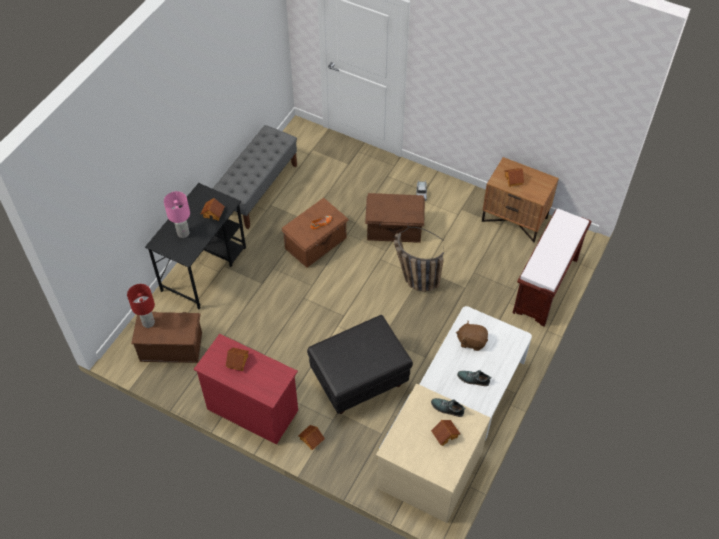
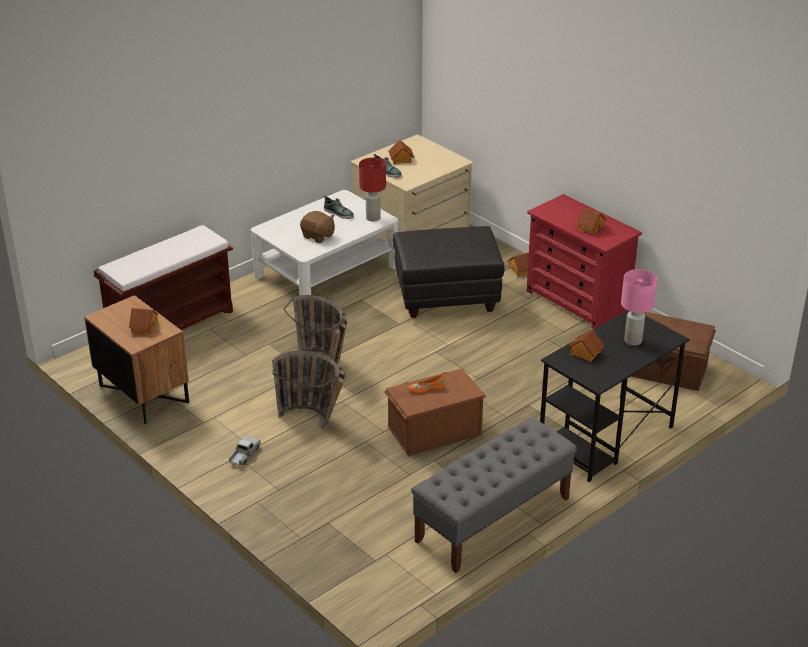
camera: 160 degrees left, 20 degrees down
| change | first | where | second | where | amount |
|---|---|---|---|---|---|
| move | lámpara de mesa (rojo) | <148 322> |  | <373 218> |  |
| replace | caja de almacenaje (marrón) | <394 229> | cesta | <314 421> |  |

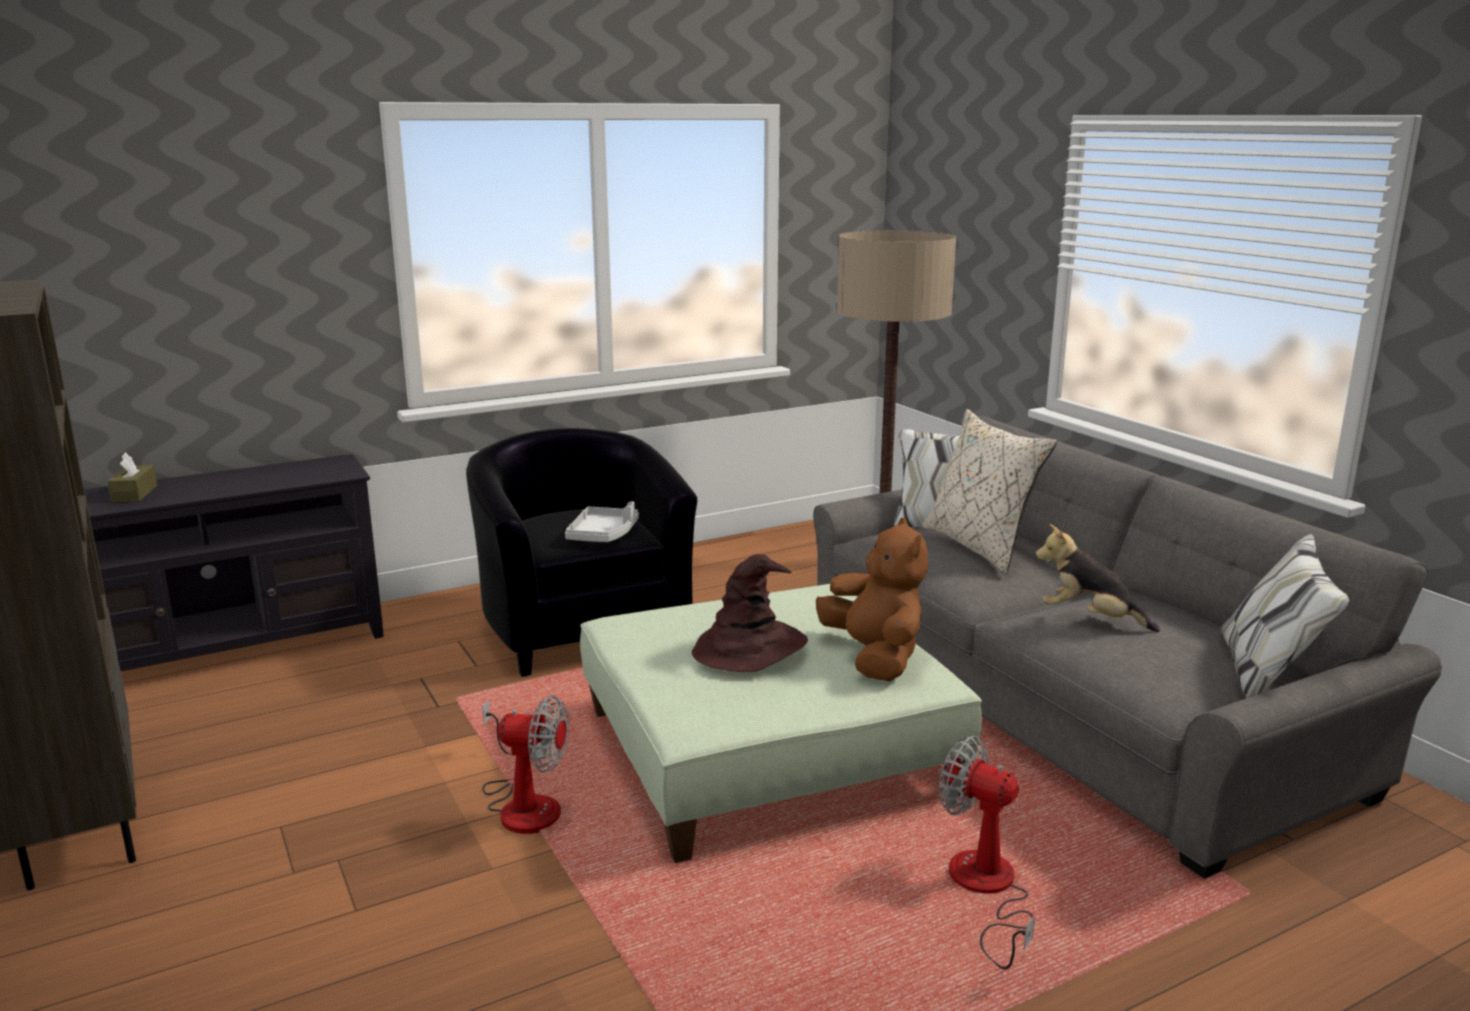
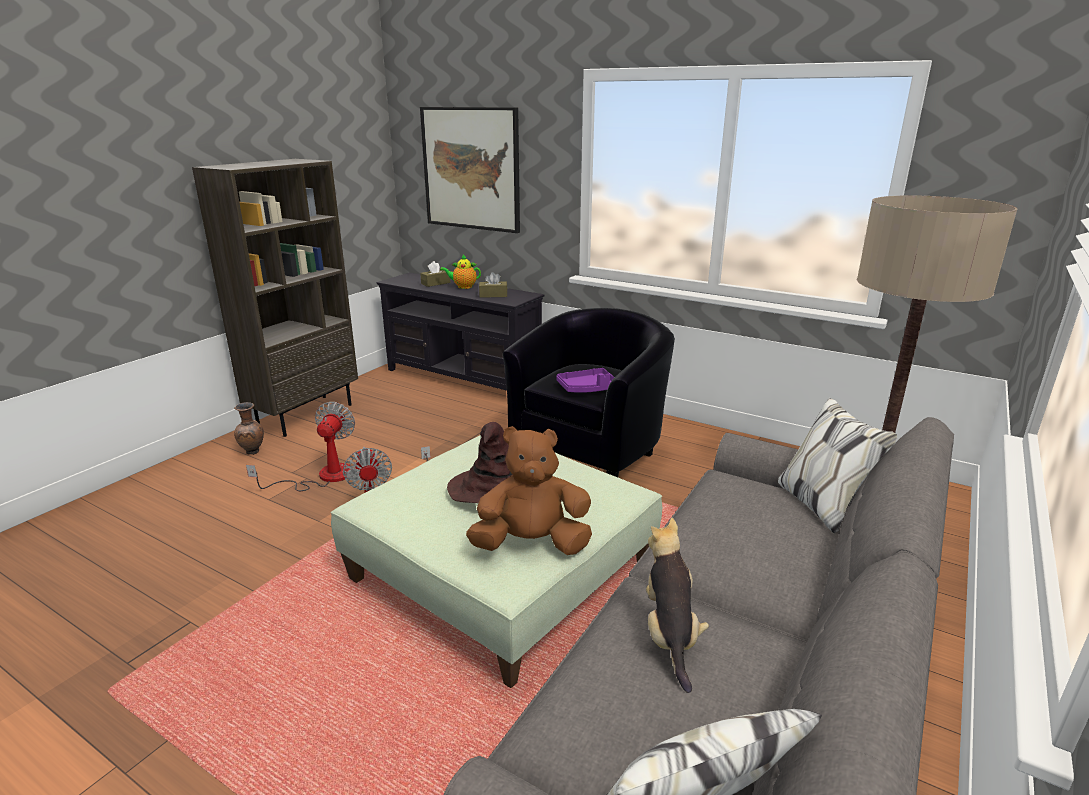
camera: 60 degrees right, 5 degrees up
| change | first | where | second | where | amount |
|---|---|---|---|---|---|
| delete | cojín (beis) | <980 546> |  |  |  |
| insert |  |  | florero (marrón) | <253 452> |  |
| insert |  |  | cuadro | <471 169> |  |
| insert |  |  | tetera | <463 287> |  |
| insert |  |  | caja de pañuelos (marrón) | <493 295> |  |
| move | ventilador | <986 891> |  | <323 477> |  |
| recolor | bandeja (gris) | <603 535> | bandeja (morado) | <587 388> |  |
| rotate | peluche (marrón) | <874 657> |  | <532 544> | 135 degrees counterclockwise |

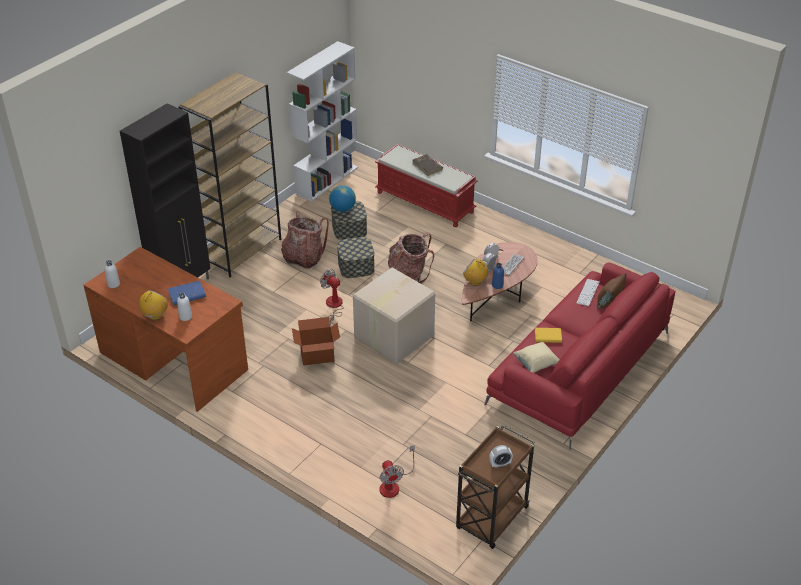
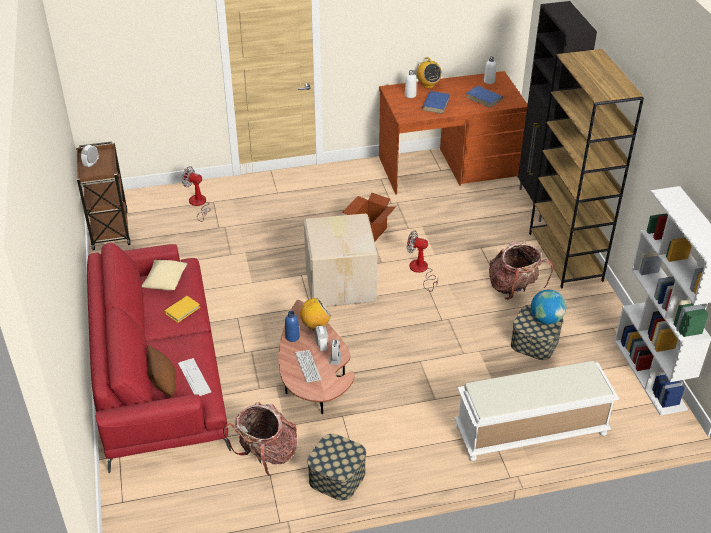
camera: 130 degrees right, 0 degrees up
| change | first | where | second | where | amount |
|---|---|---|---|---|---|
| delete | libro (marrón) | <427 166> |  |  |  |
| insert |  |  | libro (azul) | <484 98> |  |
| move | caja de almacenaje | <356 266> |  | <337 476> |  |
| move | mochila | <408 275> |  | <267 455> |  |
| recolor | banco (rojo) | <426 202> | banco (blanco) | <530 431> |  |
| rotate | ventilador | <333 306> |  | <421 271> | 150 degrees counterclockwise |

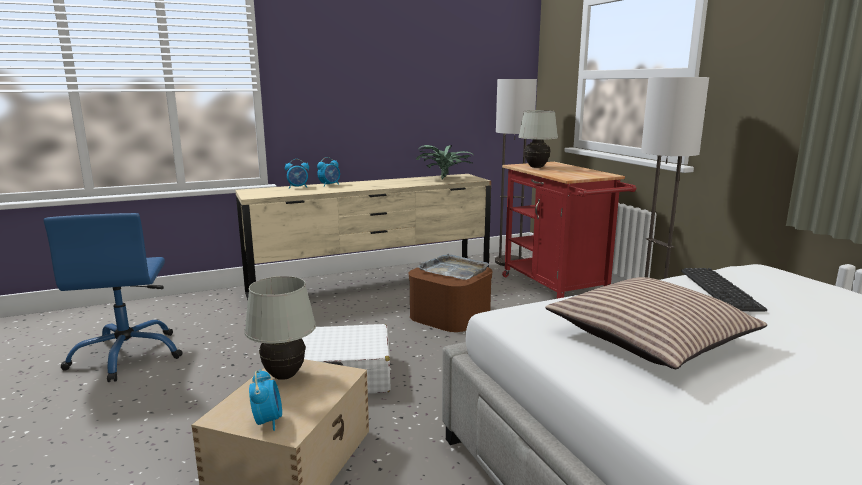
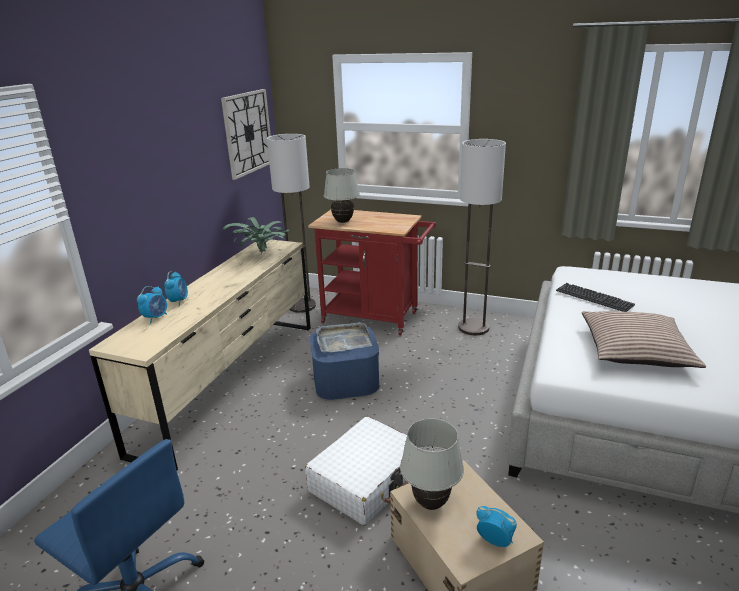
camera: 45 degrees left, 10 degrees up
| change | first | where | second | where | amount |
|---|---|---|---|---|---|
| insert |  |  | reloj de pared | <247 133> |  |
| recolor | caja de almacenaje (marrón) | <450 315> | caja de almacenaje (azul) | <345 379> |  |

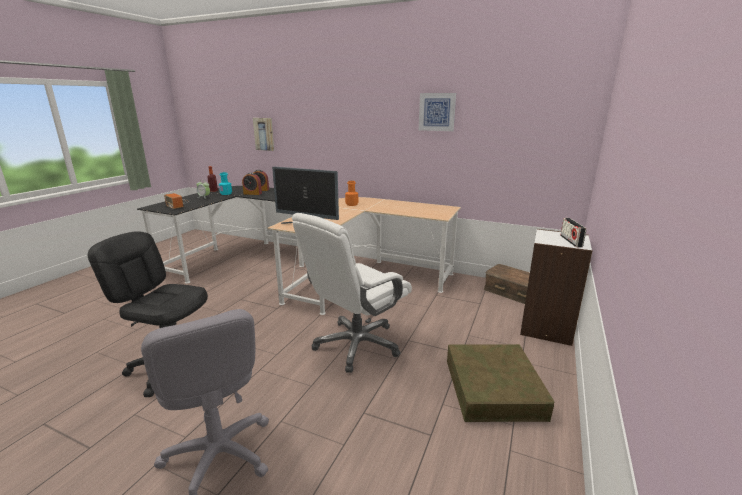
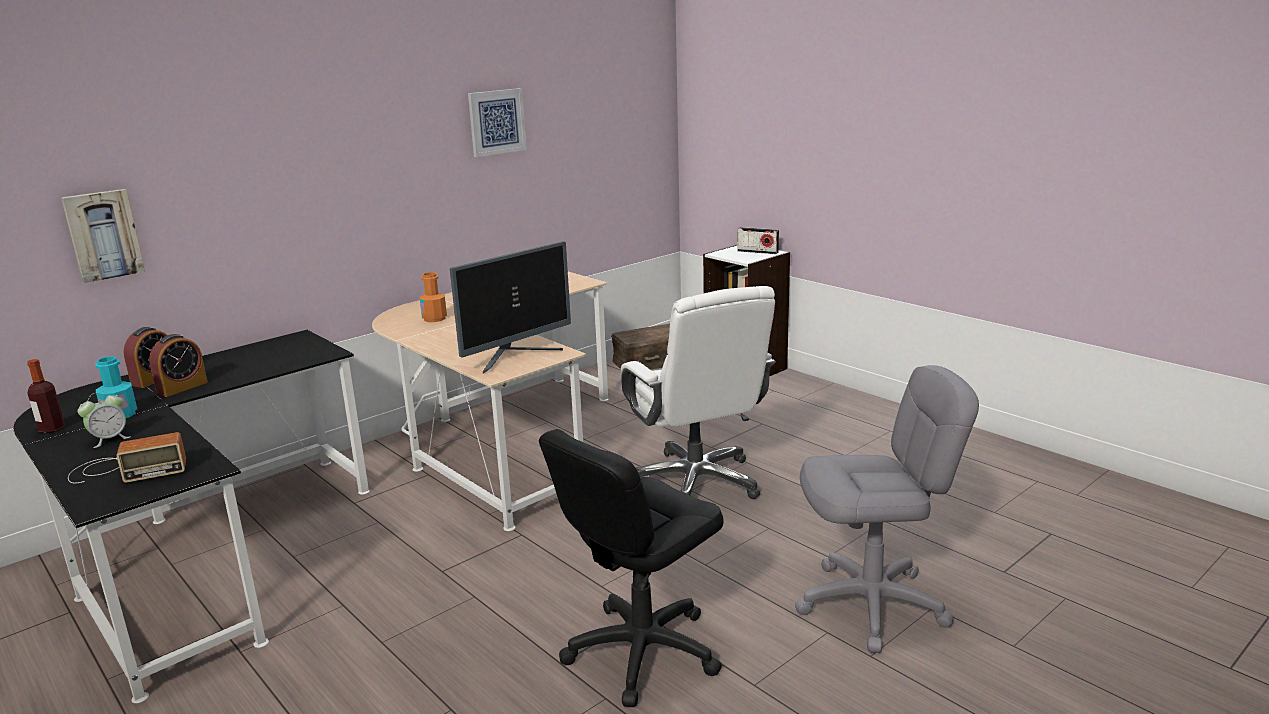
camera: 65 degrees left, 0 degrees up
| change | first | where | second | where | amount |
|---|---|---|---|---|---|
| delete | caja de almacenaje (marrón) | <493 388> |  |  |  |

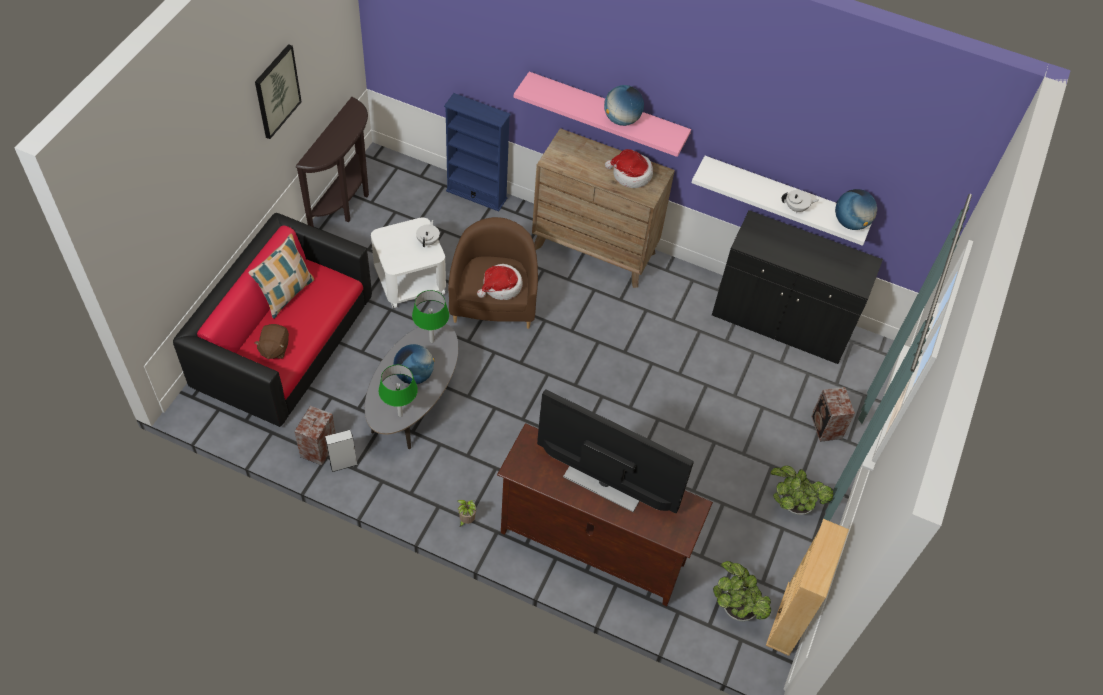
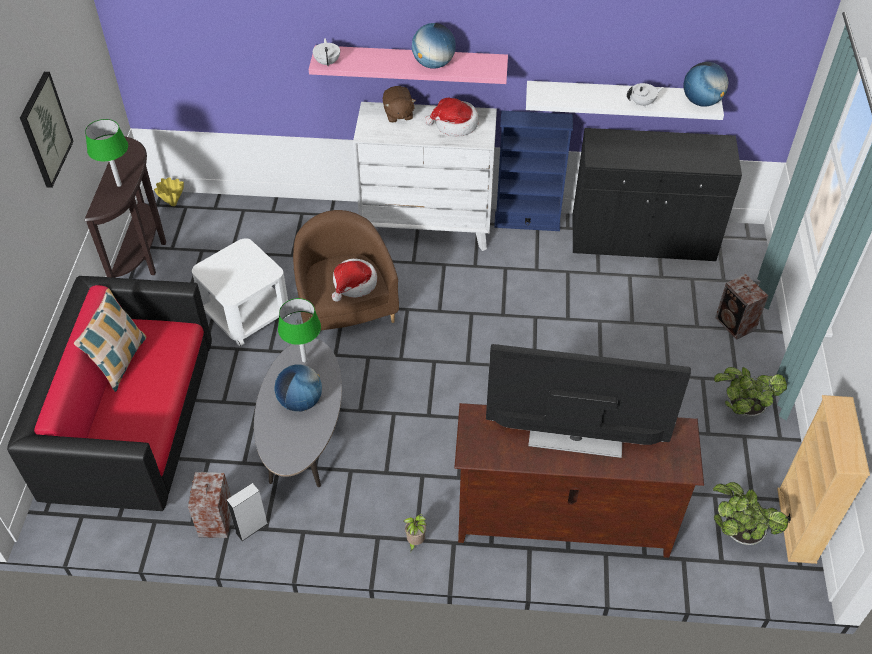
camera: 15 degrees left, 5 degrees down
| change | first | where | second | where | amount |
|---|---|---|---|---|---|
| insert |  |  | florero (amarillo) | <173 204> |  |
| move | peluche (marrón) | <274 348> |  | <398 114> |  |
| move | lámpara de mesa (verde) | <400 415> |  | <119 185> |  |
| move | tetera (blanco) | <428 241> |  | <327 62> |  |
| move | estantería (azul) | <476 194> |  | <527 221> |  |
| recolor | cómoda (marrón) | <594 250> | cómoda (blanco) | <427 227> |  |

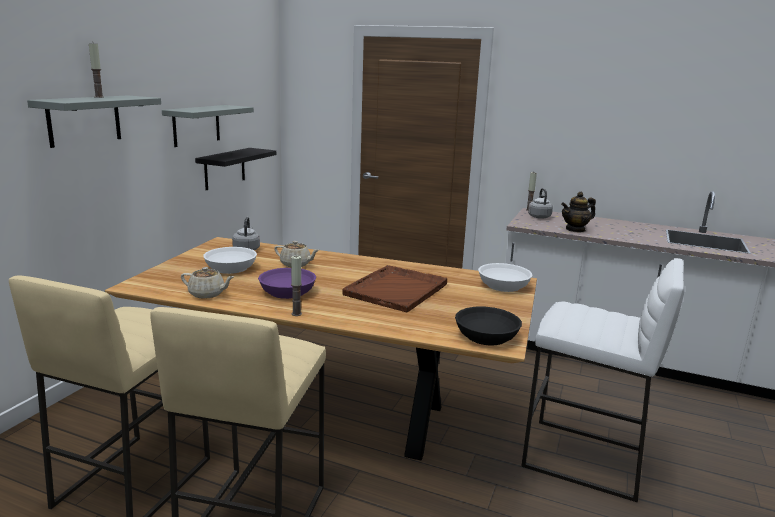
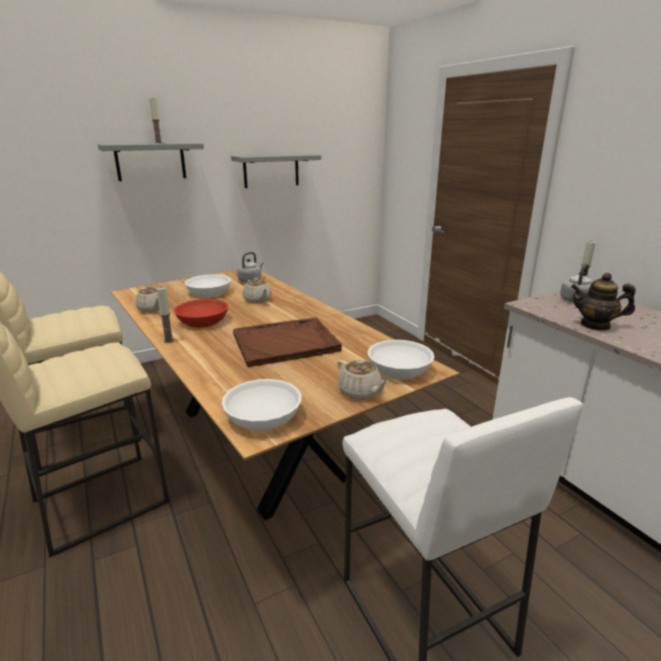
camera: 40 degrees right, 5 degrees up
| change | first | where | second | where | amount |
|---|---|---|---|---|---|
| delete | estante (negro) | <224 168> |  |  |  |
| insert |  |  | tetera (beis) | <360 392> |  |
| recolor | cuenco (morado) | <287 291> | cuenco (rojo) | <203 321> |  |
| recolor | cuenco (negro) | <486 336> | cuenco (blanco) | <263 417> |  |

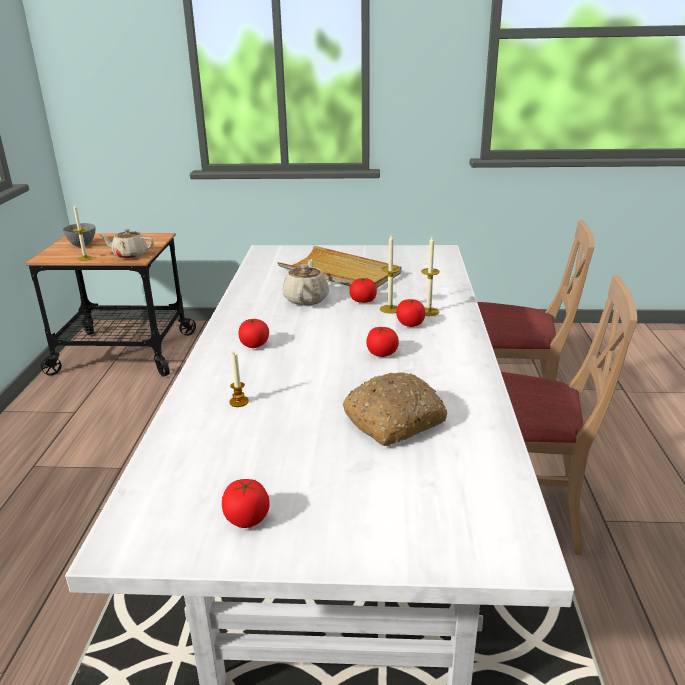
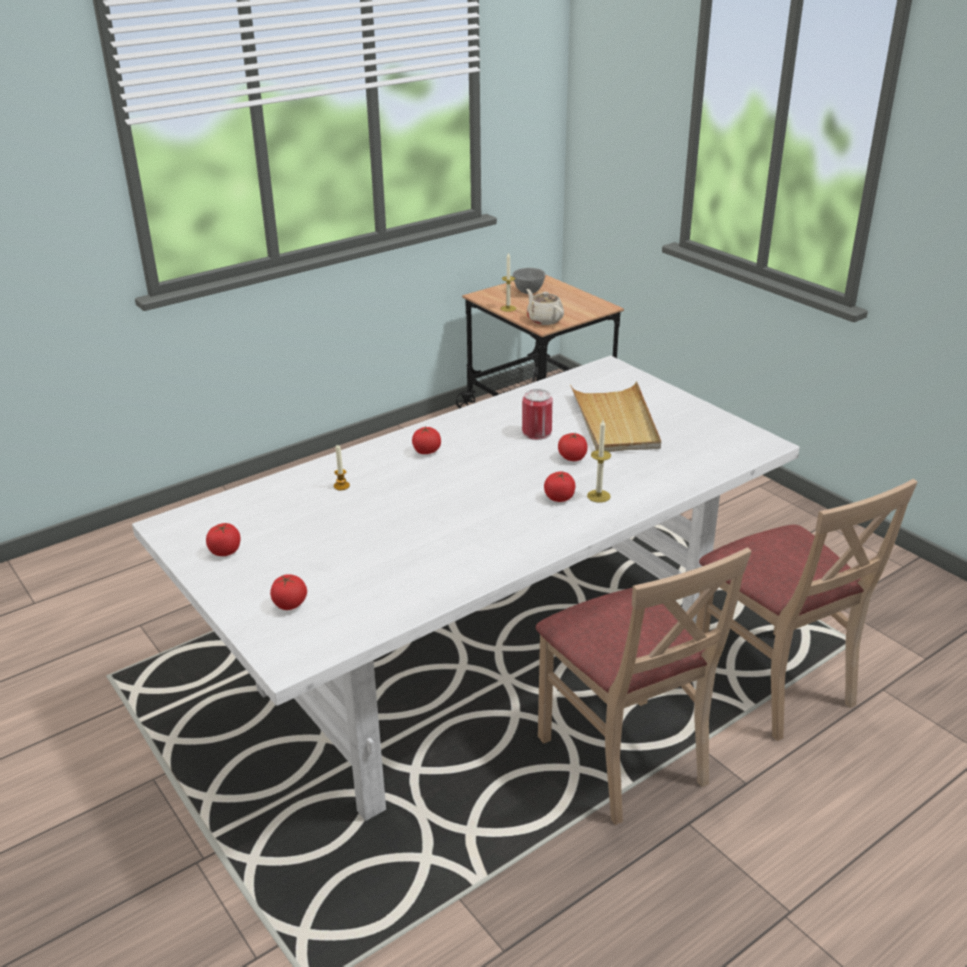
camera: 50 degrees right, 5 degrees up
| change | first | where | second | where | amount |
|---|---|---|---|---|---|
| delete | pan | <395 419> |  |  |  |
| delete | vela | <390 309> |  |  |  |
| move | tomate | <382 353> |  | <290 604> |  |
| replace | tetera (beis) | <306 299> | lata | <536 432> |  |

